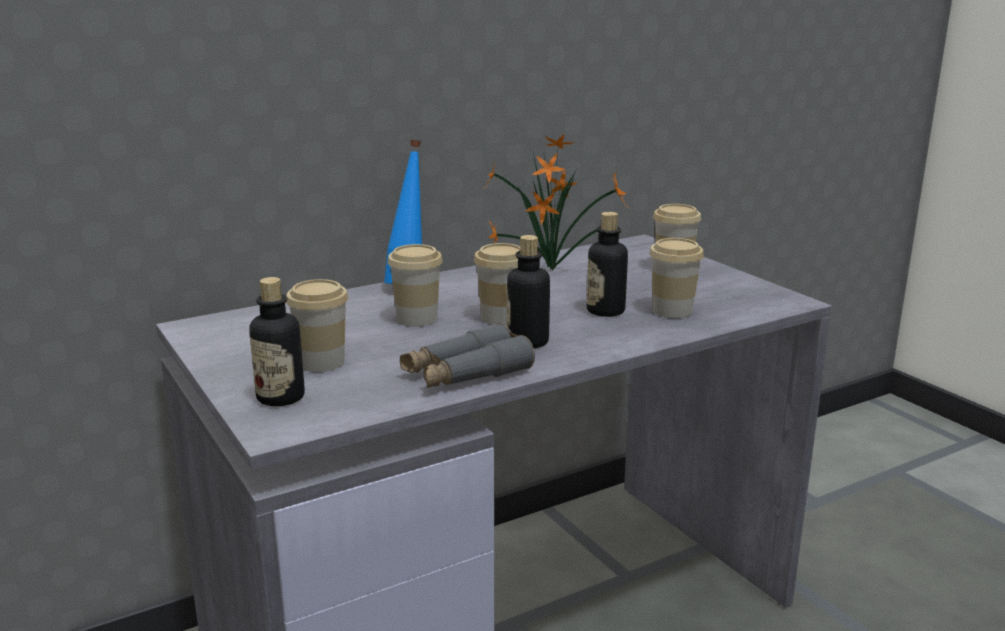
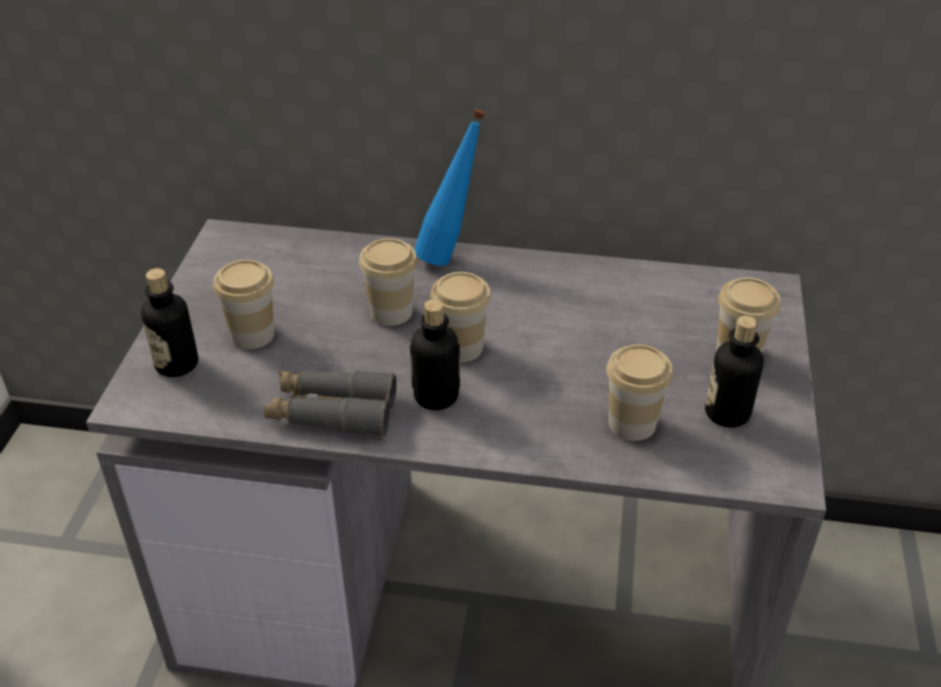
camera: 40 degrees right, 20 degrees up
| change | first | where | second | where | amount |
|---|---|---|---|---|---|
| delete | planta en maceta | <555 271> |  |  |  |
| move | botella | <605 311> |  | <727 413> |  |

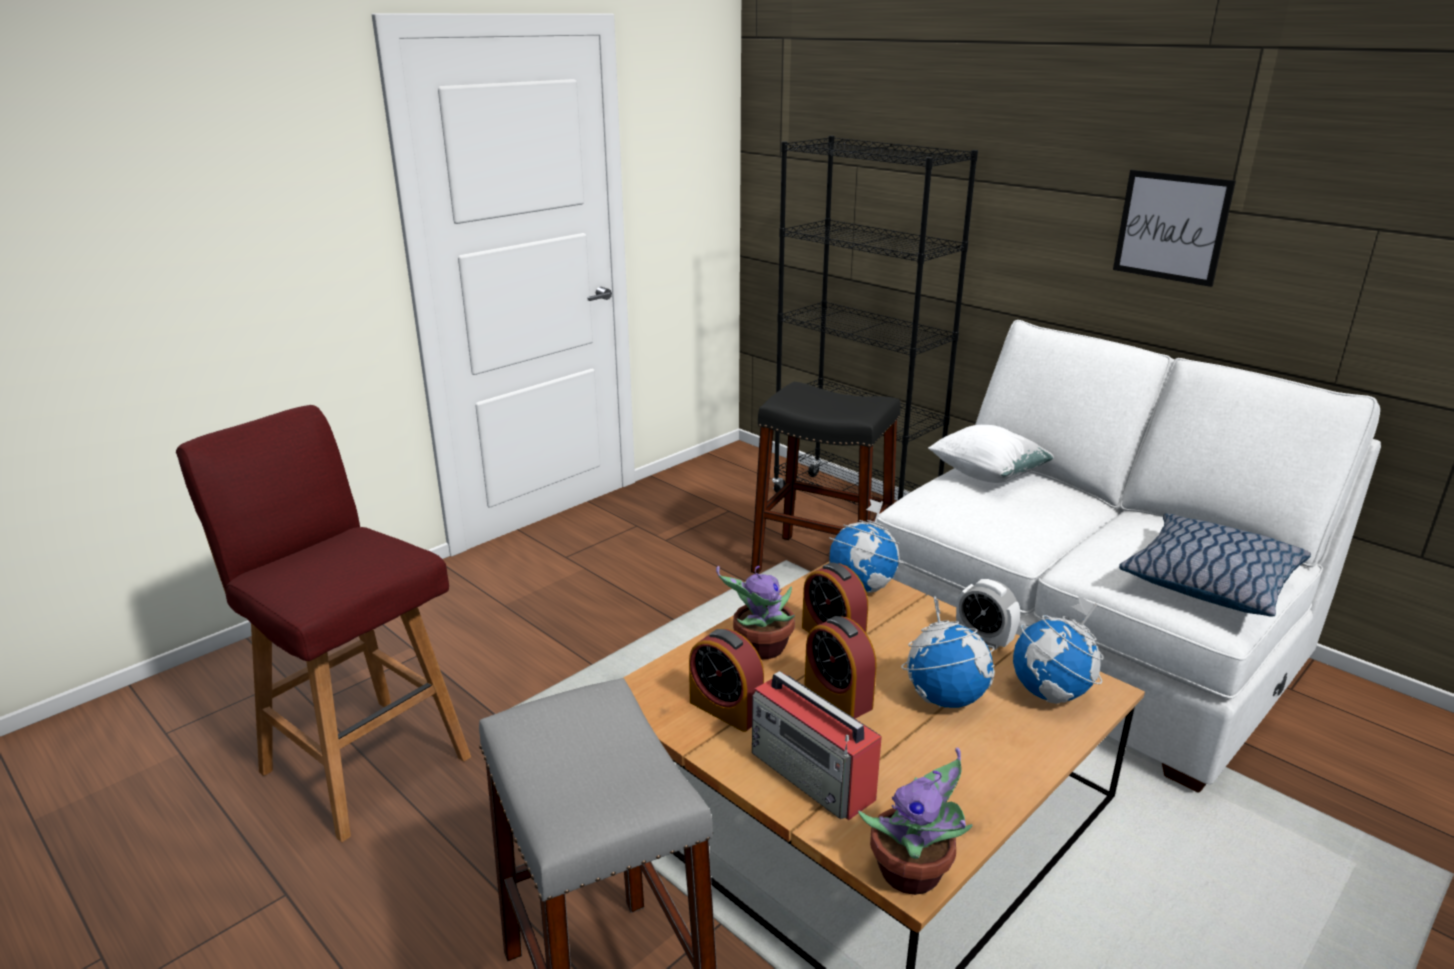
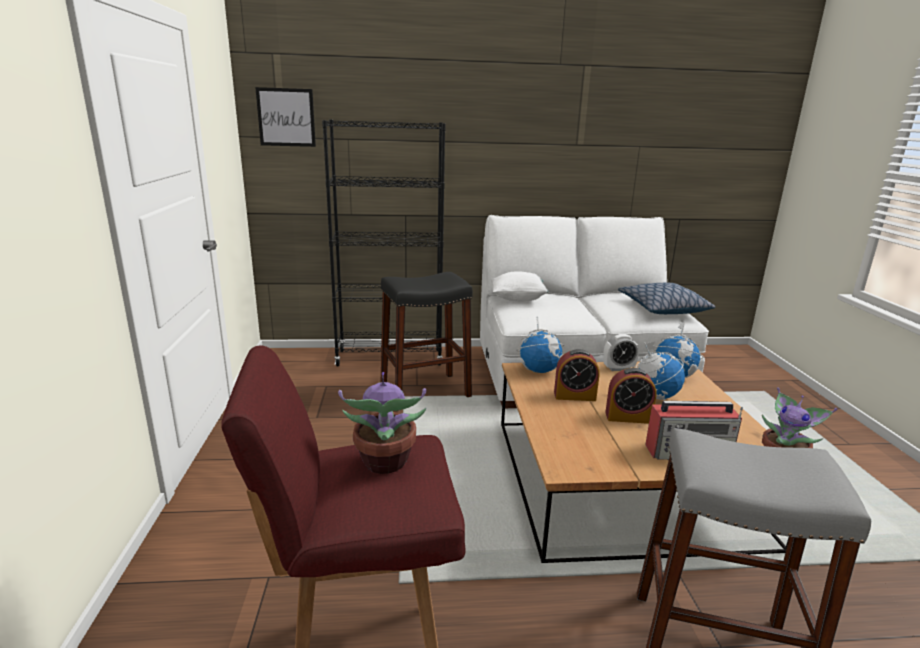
camera: 50 degrees left, 5 degrees down
| change | first | where | second | where | amount |
|---|---|---|---|---|---|
| delete | despertador | <726 709> |  |  |  |
| move | planta en maceta | <760 649> |  | <385 463> |  |
| move | cuadro | <1171 227> |  | <286 117> |  |

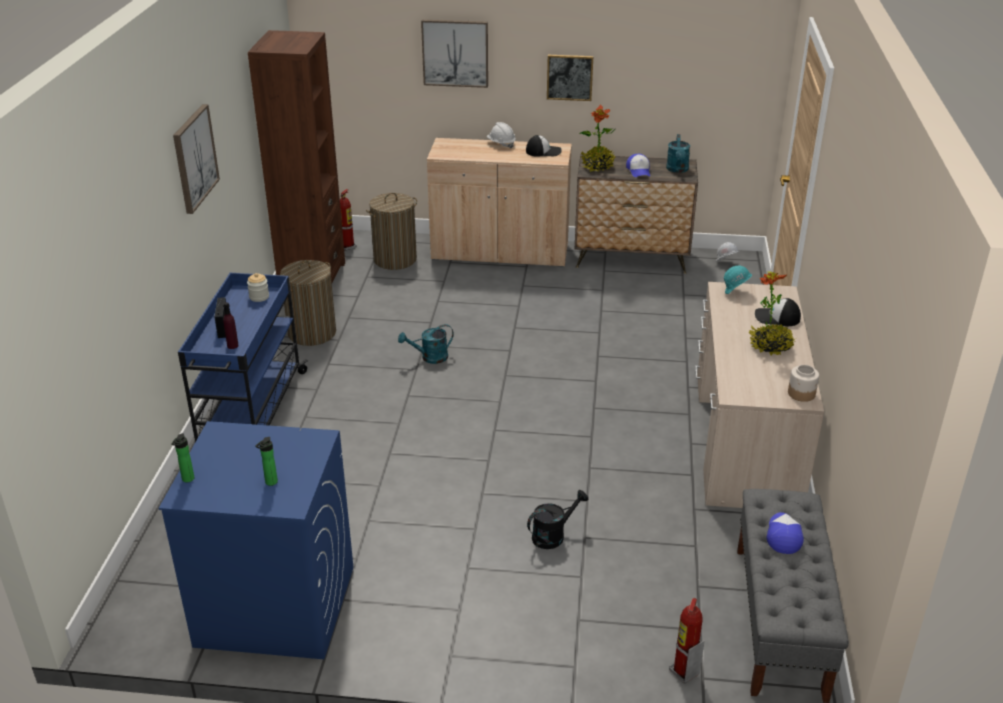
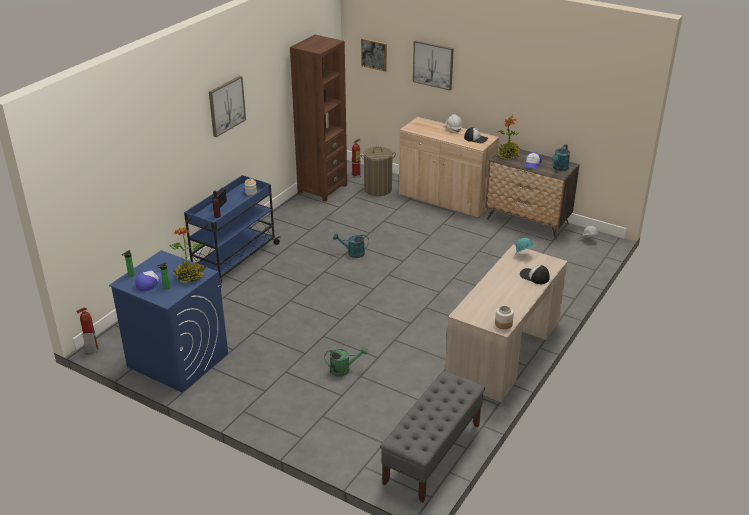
camera: 25 degrees right, 0 degrees up
| change | first | where | second | where | amount |
|---|---|---|---|---|---|
| delete | cesto de la ropa | <312 333> |  |  |  |
| move | cuadro | <569 77> |  | <374 54> |  |
| move | extintor | <683 672> |  | <92 349> |  |
| move | planta en maceta | <770 346> |  | <190 277> |  |
| move | gorra | <783 535> |  | <150 283> |  |
| recolor | regadera (negro) | <553 535> | regadera (verde) | <343 369> |  |

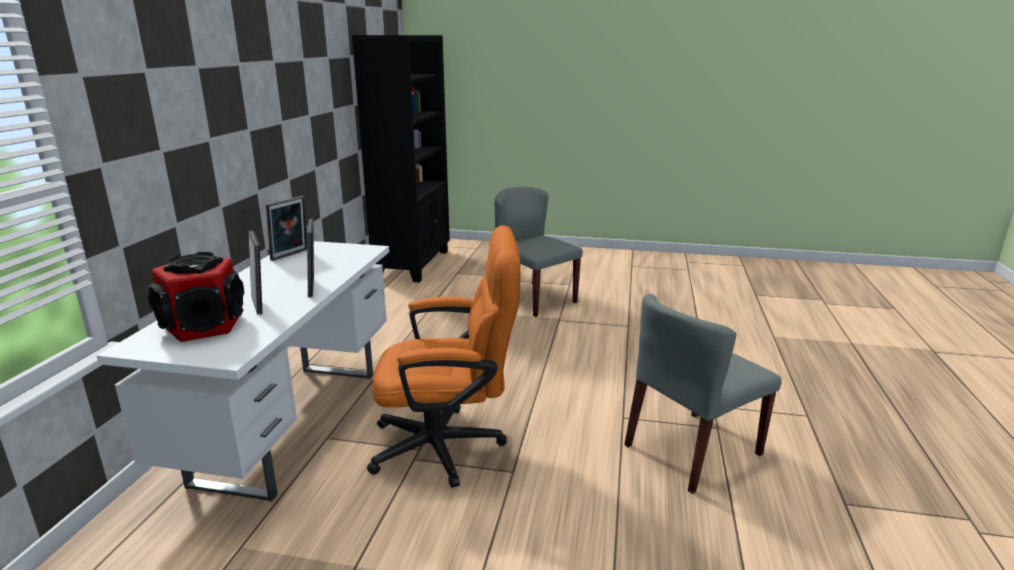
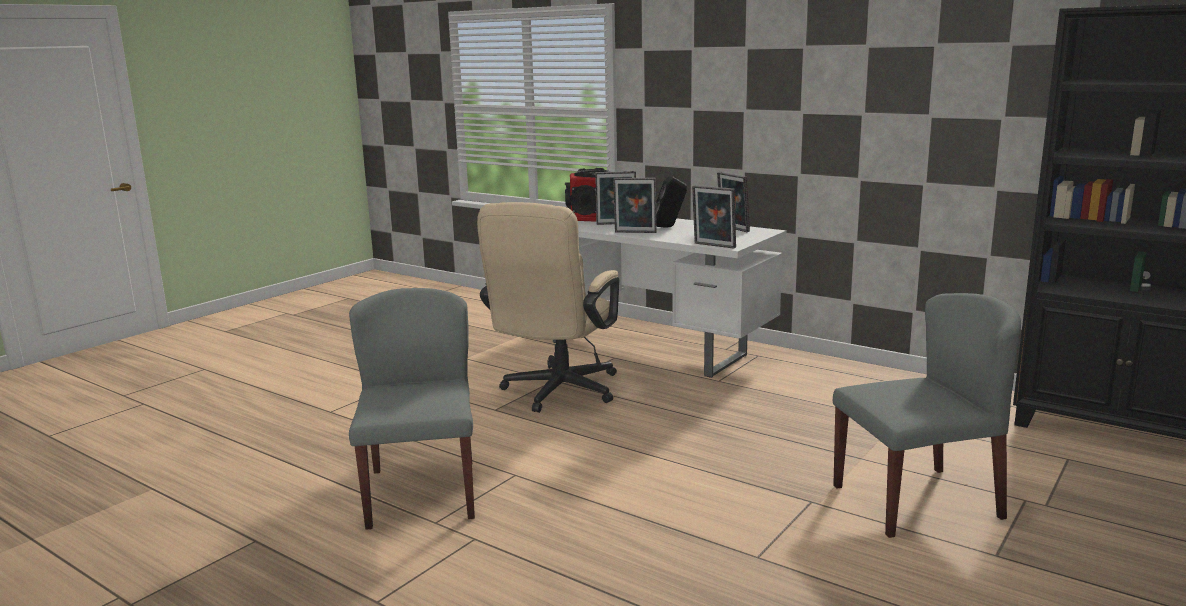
camera: 115 degrees right, 5 degrees down
| change | first | where | second | where | amount |
|---|---|---|---|---|---|
| insert |  |  | altavoz (negro) | <669 227> |  |
| insert |  |  | portarretratos | <713 246> |  |
| recolor | silla de oficina (naranja) | <449 446> | silla de oficina (beis) | <556 393> |  |

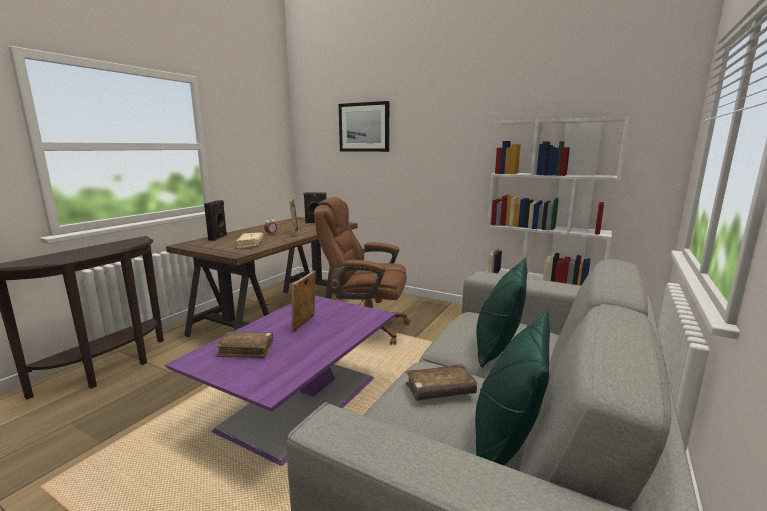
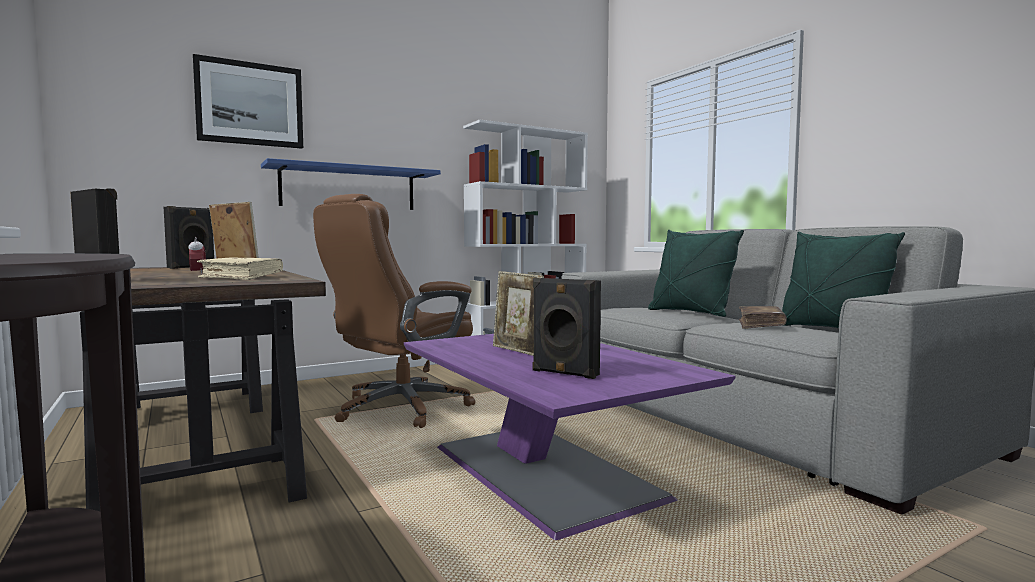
camera: 60 degrees left, 10 degrees down
| change | first | where | second | where | amount |
|---|---|---|---|---|---|
| insert |  |  | estante (azul) | <349 188> |  |
| replace | libro (marrón) | <246 350> | altavoz (negro) | <564 373> |  |

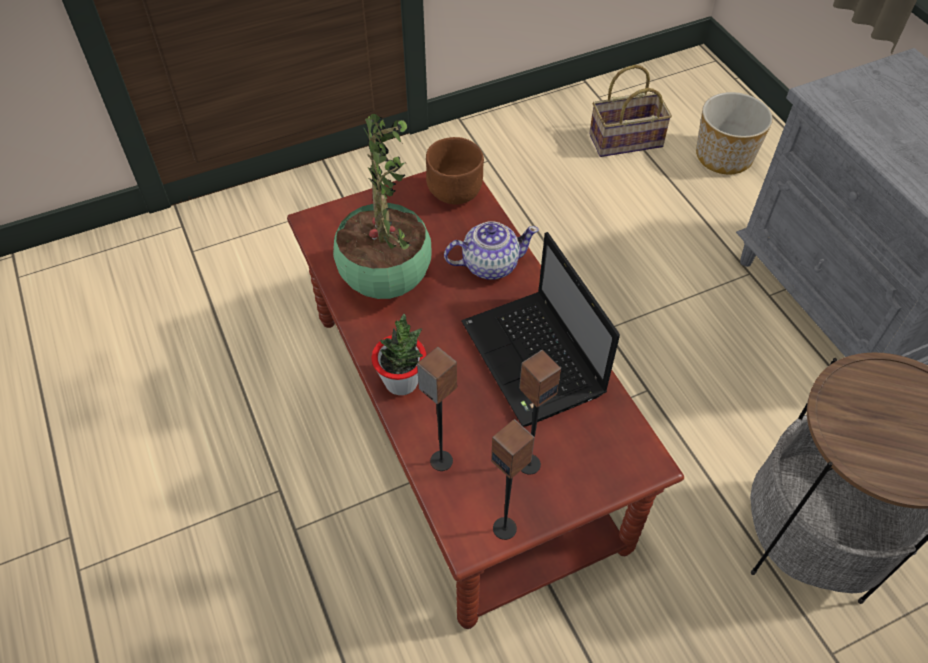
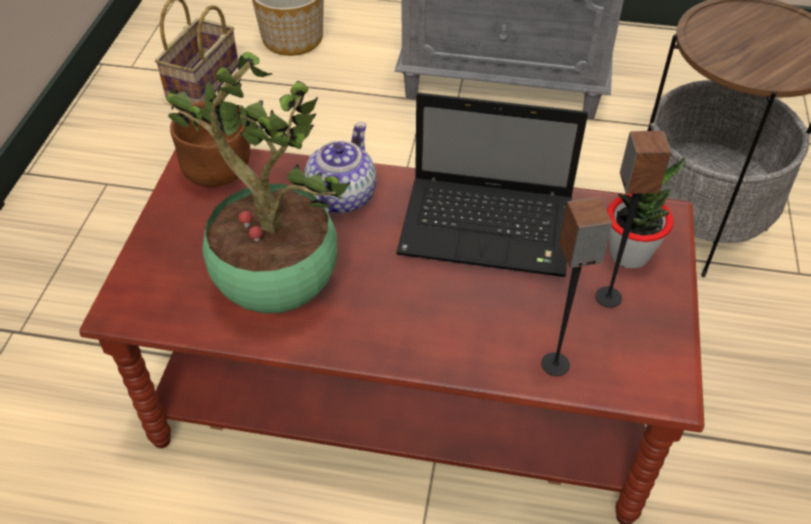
camera: 55 degrees left, 5 degrees down
| change | first | where | second | where | amount |
|---|---|---|---|---|---|
| delete | altavoz | <505 528> |  |  |  |
| move | planta en maceta | <401 382> |  | <629 254> |  |

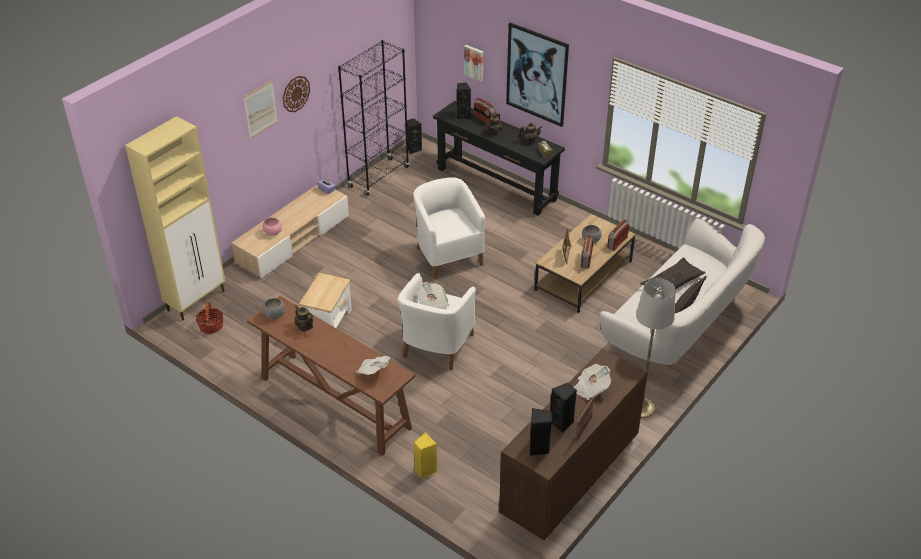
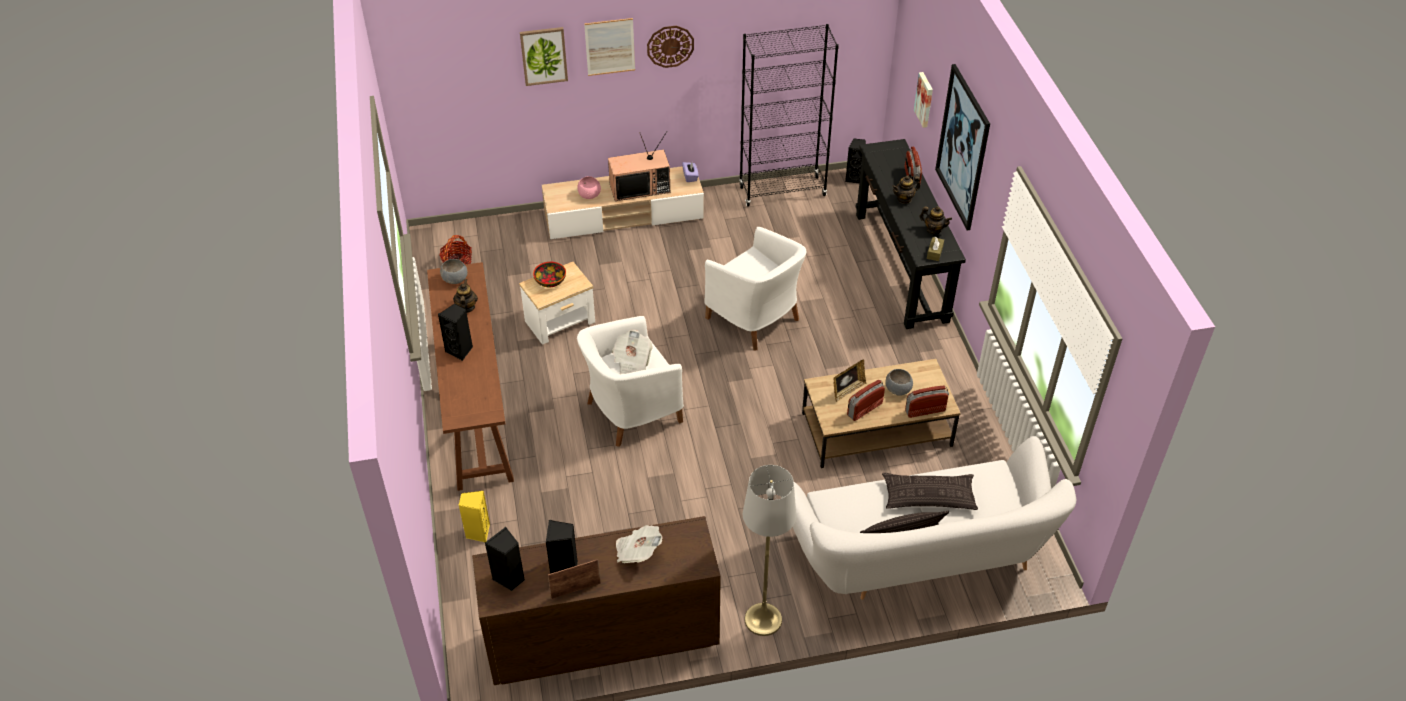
camera: 40 degrees right, 5 degrees up
| change | first | where | second | where | amount |
|---|---|---|---|---|---|
| delete | armario (beis) | <197 300> |  |  |  |
| delete | periódico | <373 371> |  |  |  |
| insert |  |  | cuadro | <544 55> |  |
| insert |  |  | cuenco | <550 281> |  |
| insert |  |  | televisor | <640 187> |  |
| move | altavoz (negro) | <463 115> |  | <460 350> |  |
| rotate | sillón (blanco) | <448 255> |  | <755 319> | 120 degrees clockwise |

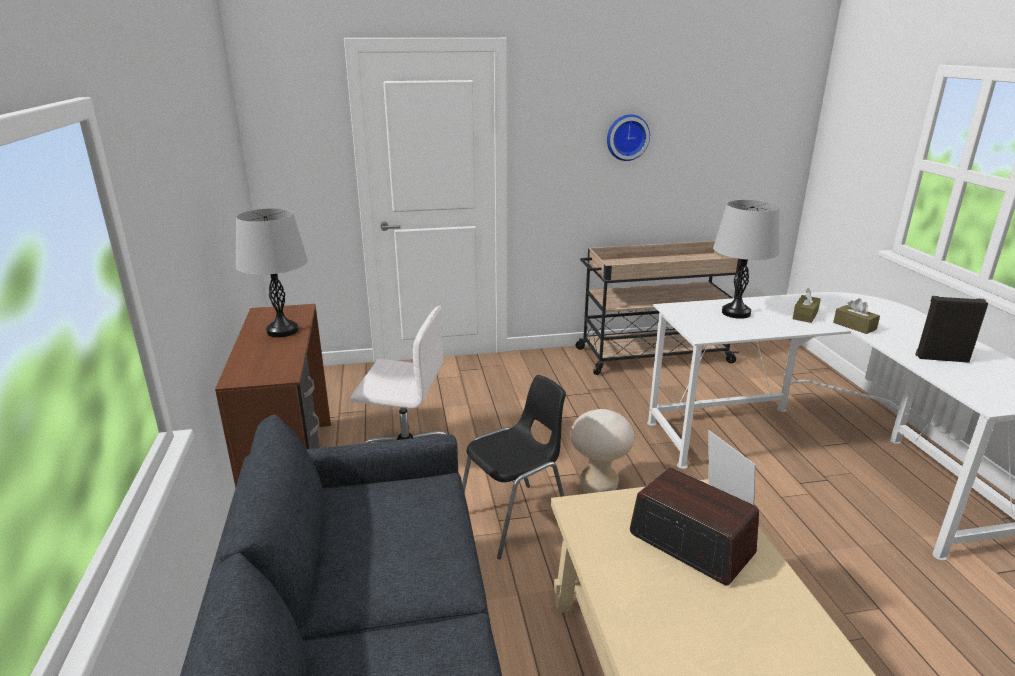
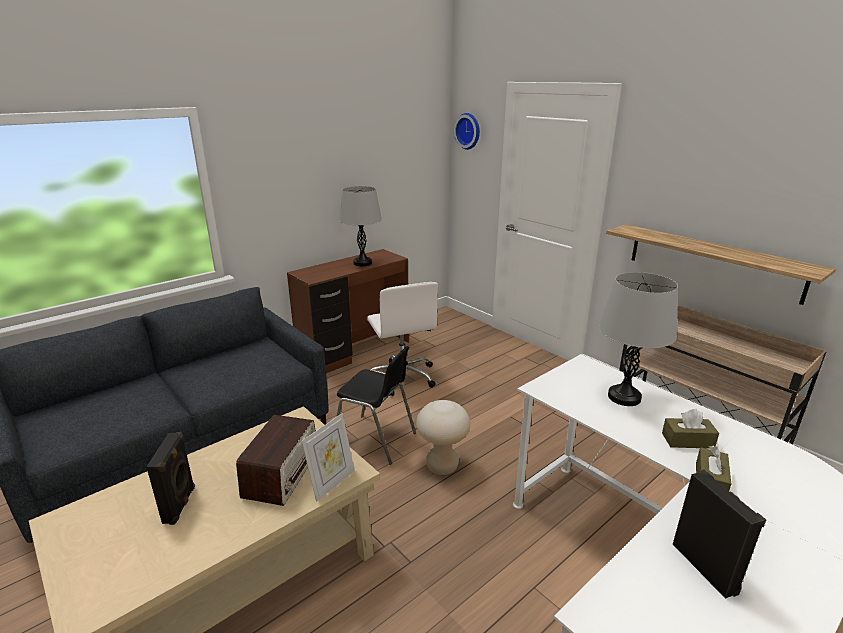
camera: 60 degrees right, 0 degrees up
| change | first | where | second | where | amount |
|---|---|---|---|---|---|
| insert |  |  | altavoz (negro) | <180 505> |  |
| insert |  |  | estante | <712 262> |  |
| move | reloj de pared | <627 137> |  | <469 131> |  |

